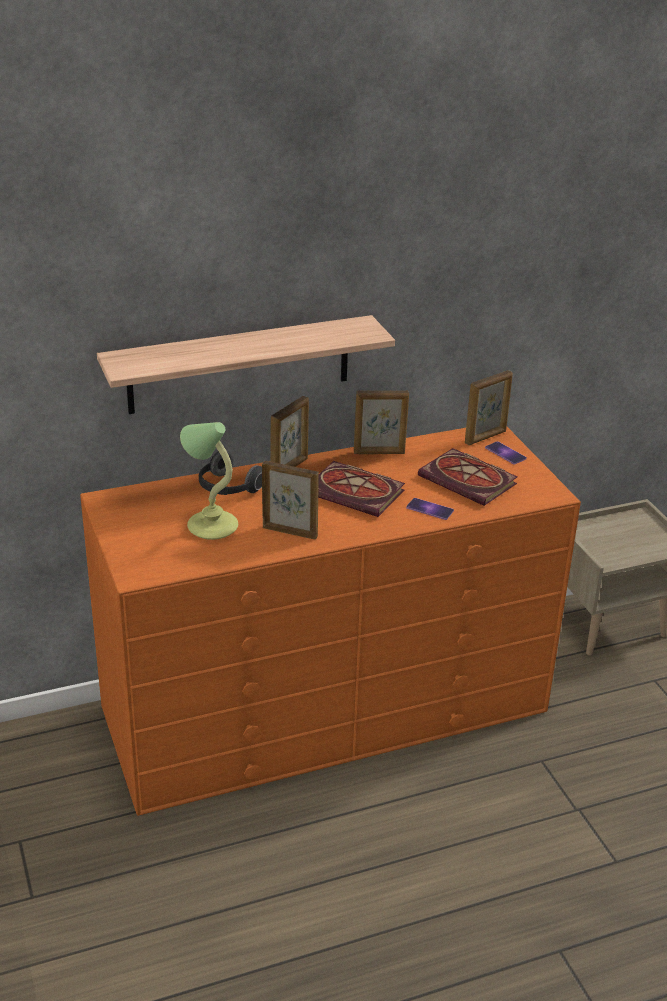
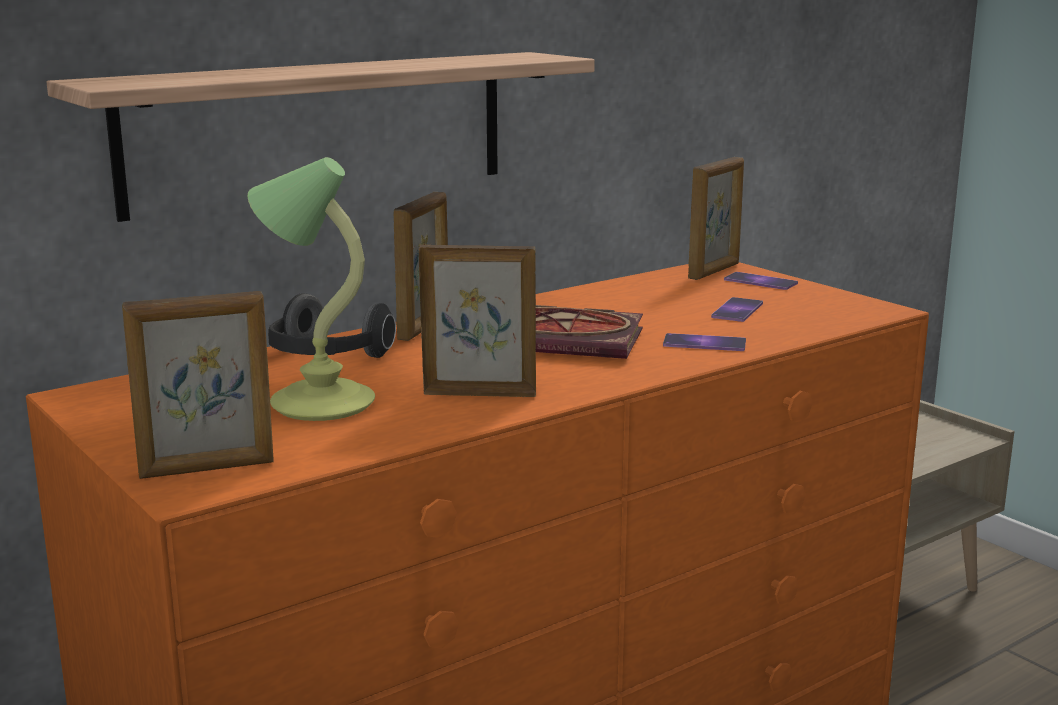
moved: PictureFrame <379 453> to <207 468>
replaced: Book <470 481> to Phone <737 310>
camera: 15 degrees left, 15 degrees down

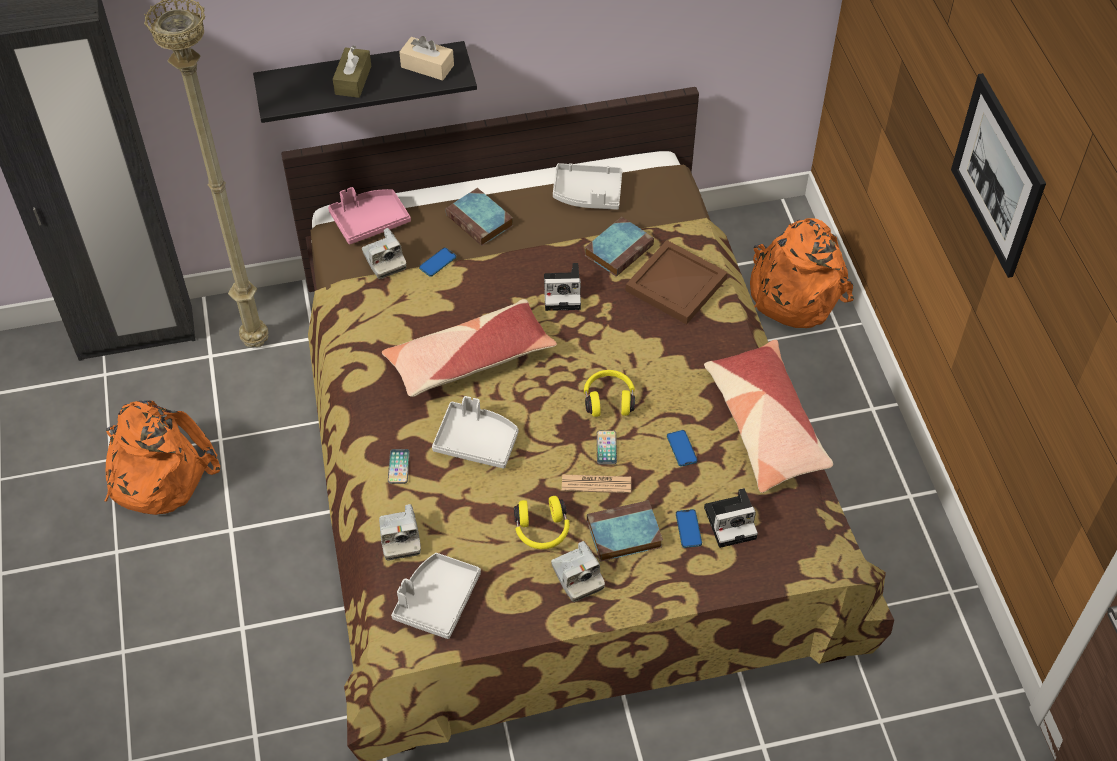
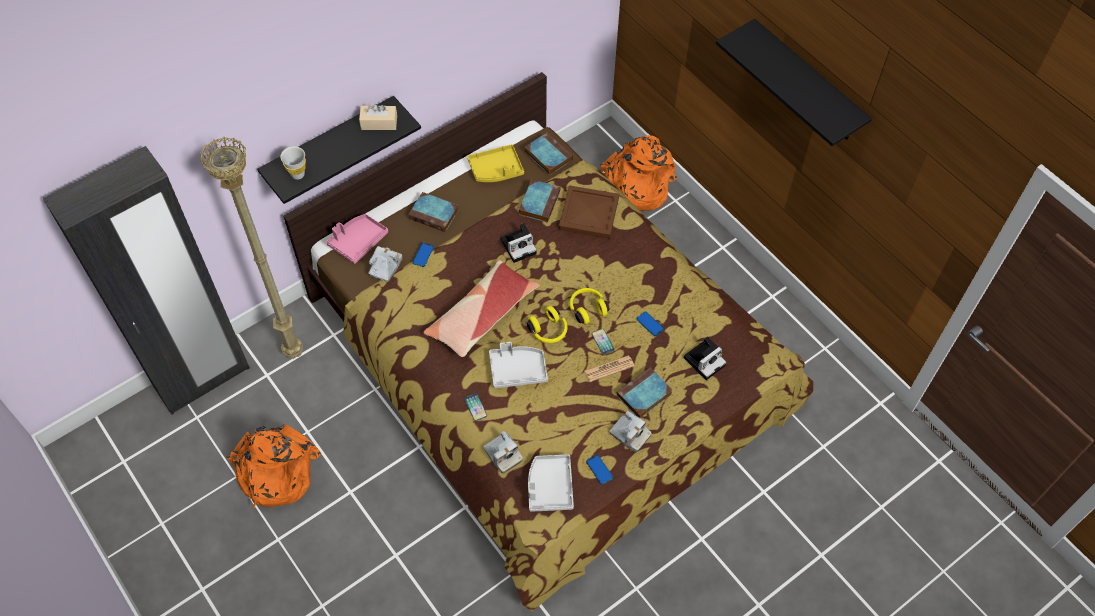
removed: BrownTissueBox <353 80>; Pillow <765 425>
added: WhiteCup <298 174>; Book <547 156>
moved: YellowHeadphones <542 531> to <548 331>; Phone <688 529> to <599 470>
replaced: Picture <997 175> to BlackShelf <807 83>
recoloured: GreyTray <587 194> to YellowTray <496 170>
turned: PhotoCamera <384 261> = <385 267> 105 degrees counterclockwise
camera: 25 degrees left, 5 degrees up

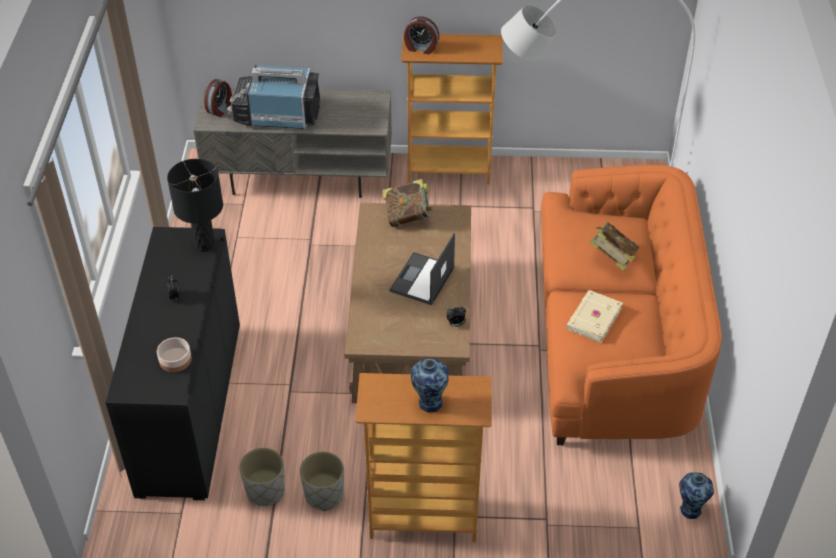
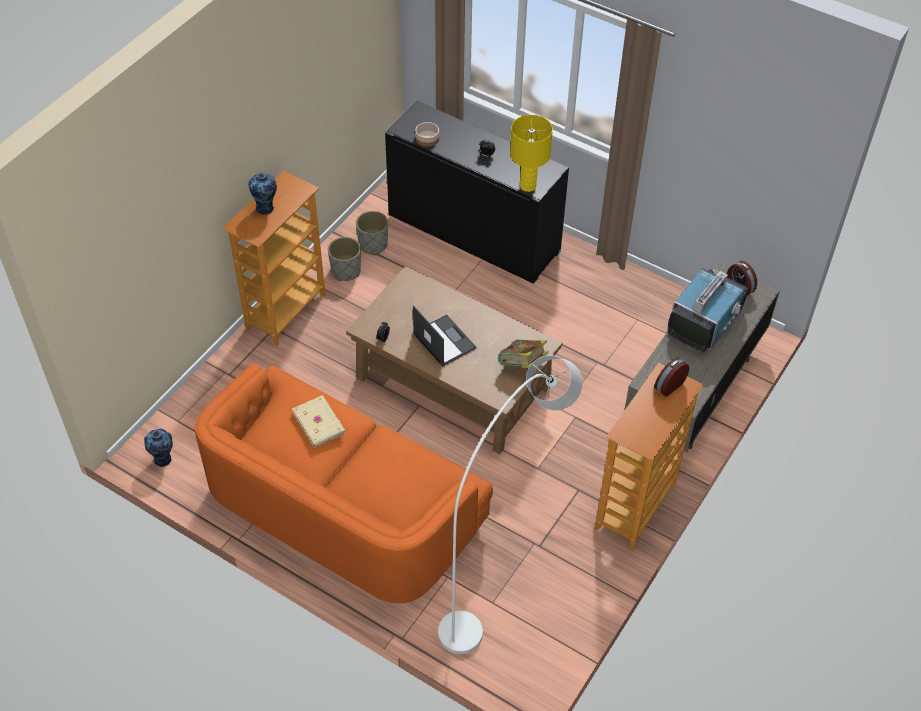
removed: Book <612 259>
recoloured: BlackTableLamp <205 245> to YellowTableLamp <527 186>
camera: 120 degrees right, 5 degrees up

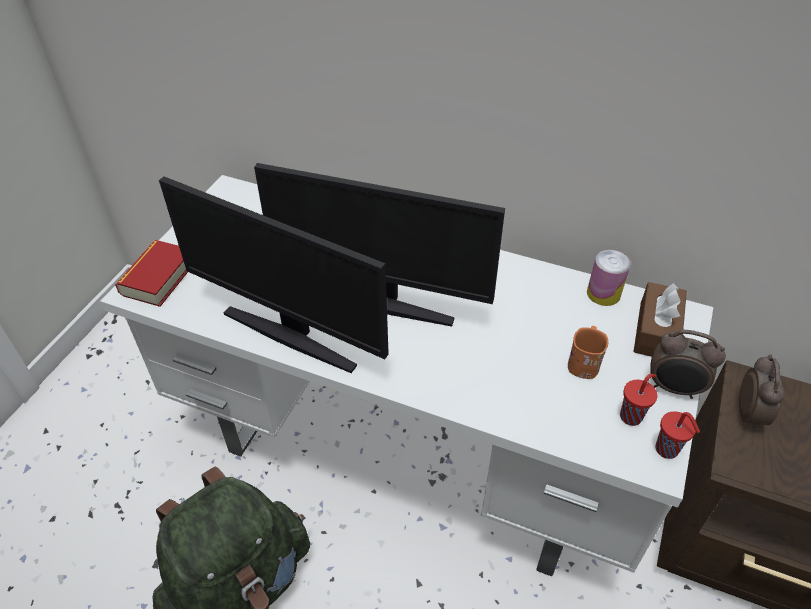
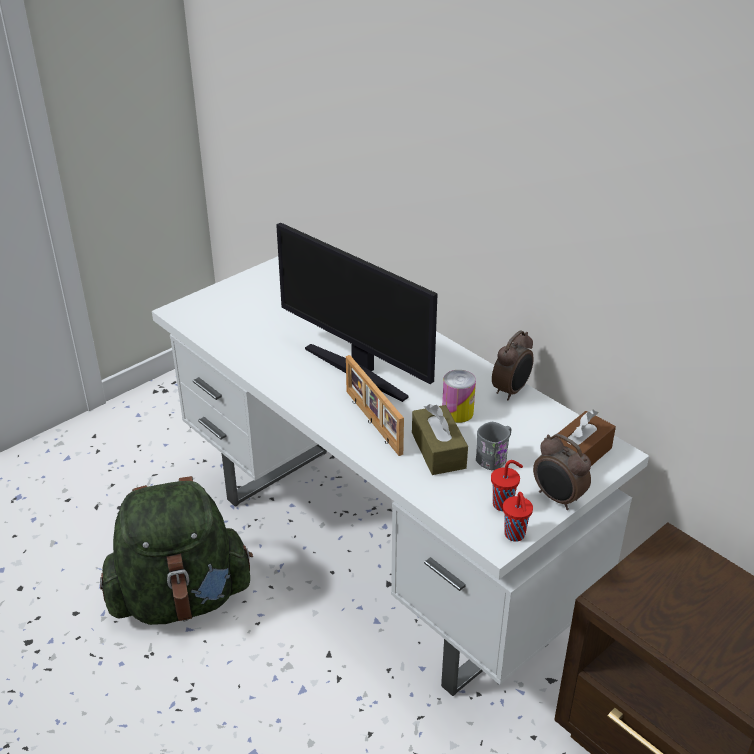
removed: Book <158 278>; Monitor <291 335>
added: PictureFrame <372 422>; BrownTissueBox <438 450>
moved: Can <603 293> to <457 412>; AlarmClock <750 414> to <511 391>
recoloured: OrangeMug <584 362> to GreyMug <494 457>
camera: 25 degrees right, 10 degrees down

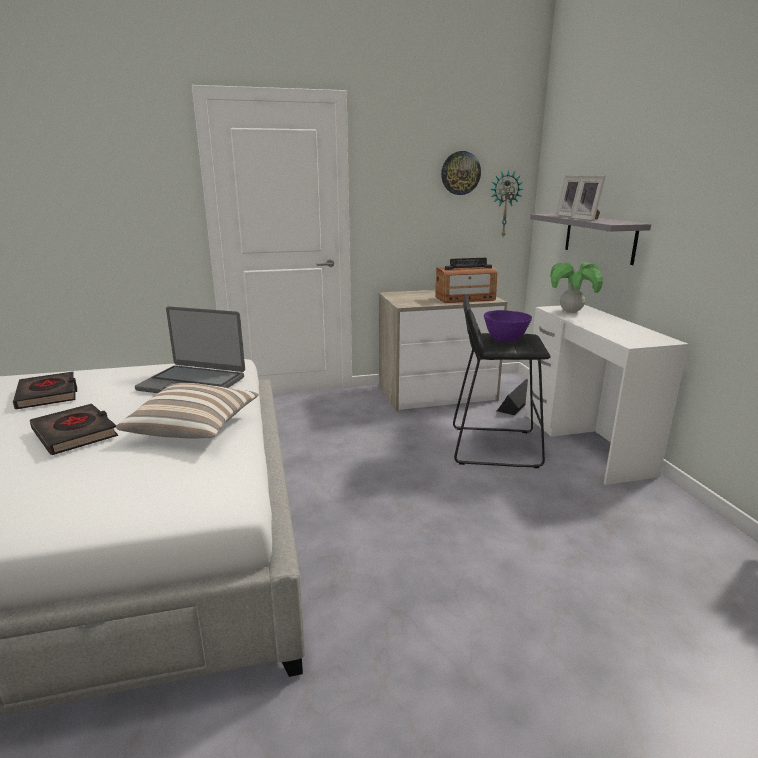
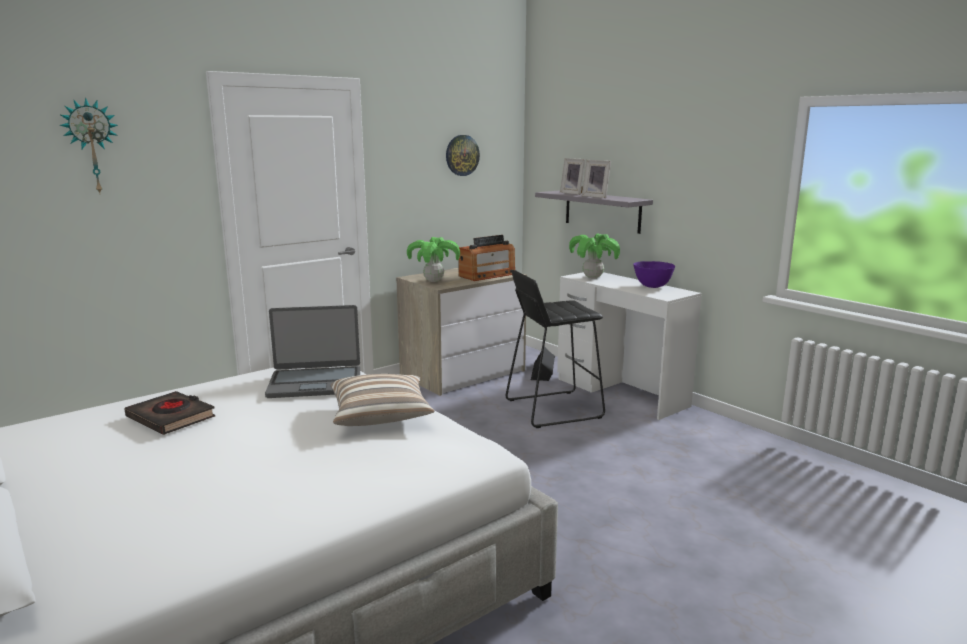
removed: BlackBook <75 434>
added: PottedPlant <433 281>
moved: PurpleBowl <505 340> to <652 286>; WallClock <504 204> to <92 146>
camera: 25 degrees left, 5 degrees down

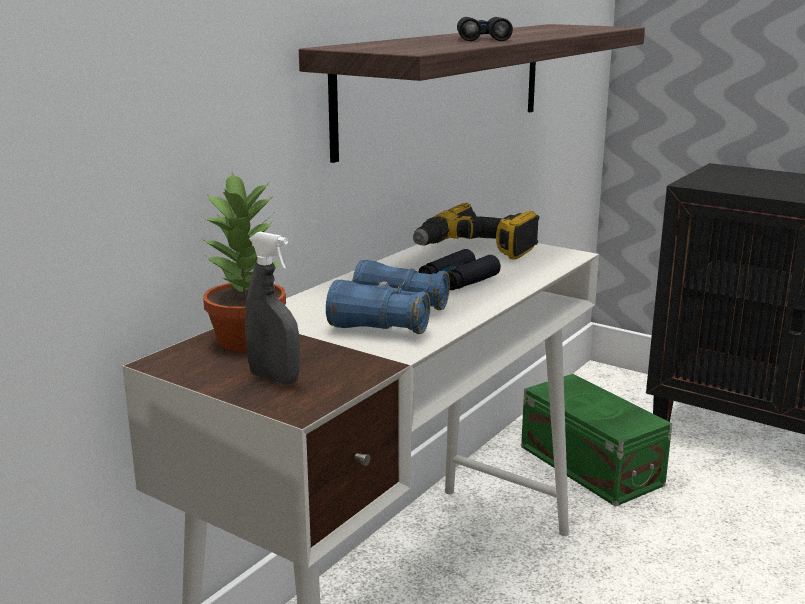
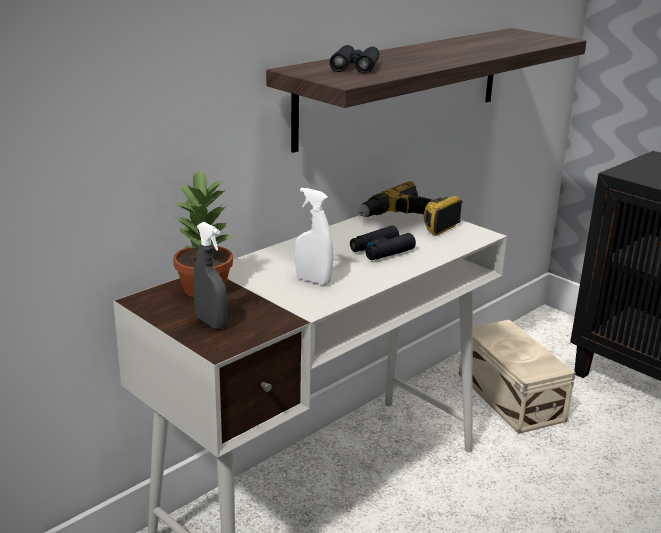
moved: BlackBinoculars <482 39> to <355 67>
replaced: BlueBinoculars <389 318> to WhiteSprayBottle <313 280>
recoloured: GreenStorageBox <590 467> to BeigeStorageBox <510 398>
camera: 10 degrees right, 5 degrees up

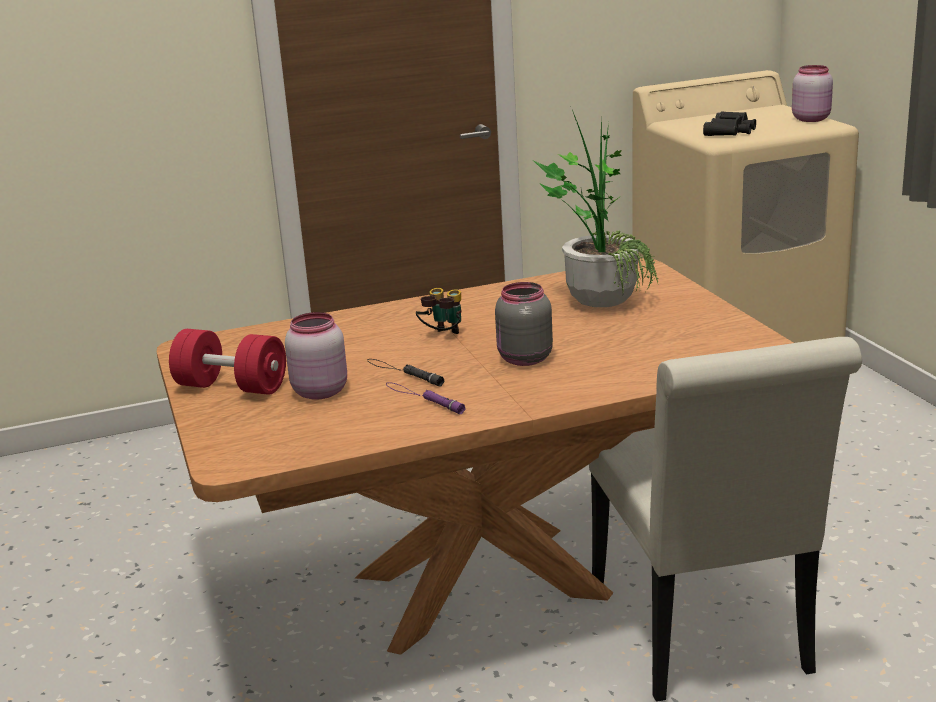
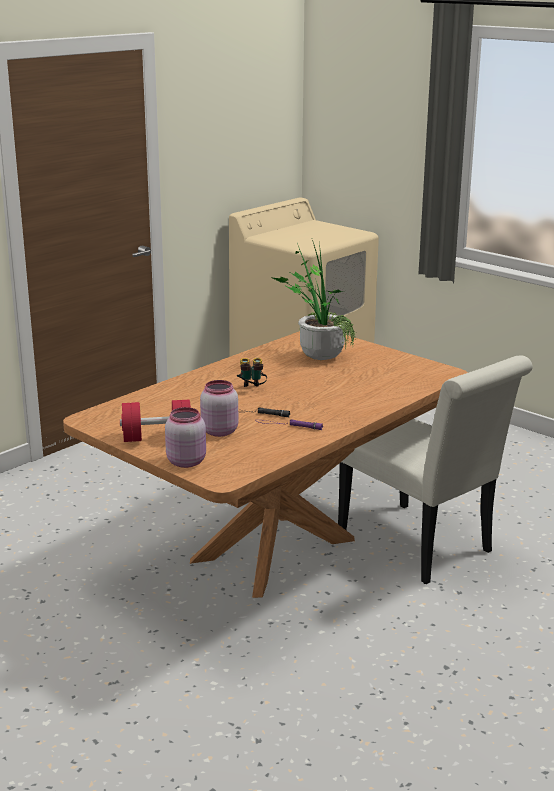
removed: GreyJar <523 359>; BlackBinoculars <730 131>
moved: PinkJar <811 119> to <186 461>
camera: 30 degrees left, 0 degrees up

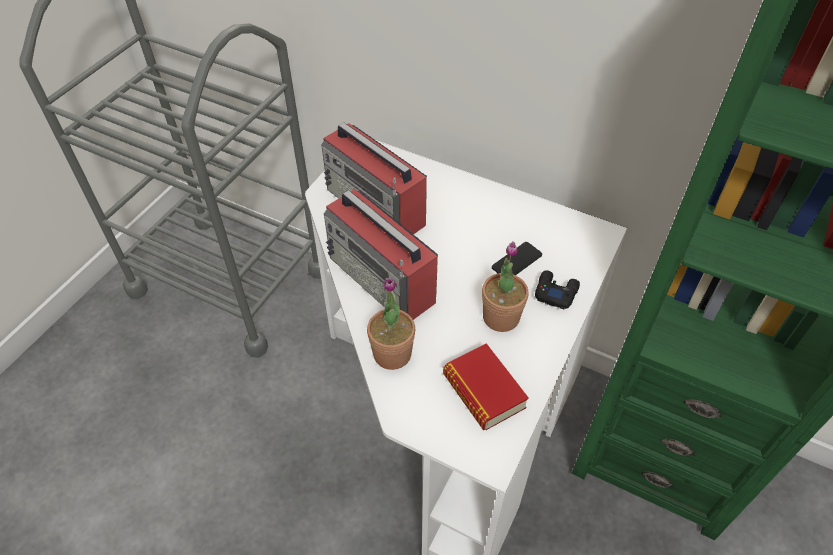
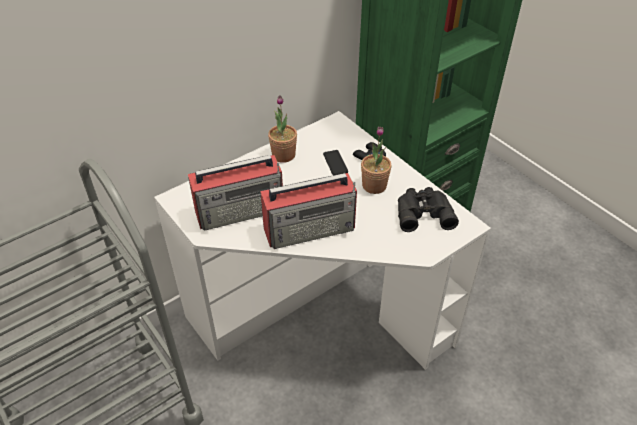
moved: PottedPlant <392 354> to <283 155>
replaced: Book <483 391> to BlackBinoculars <423 212>
camera: 65 degrees left, 5 degrees down

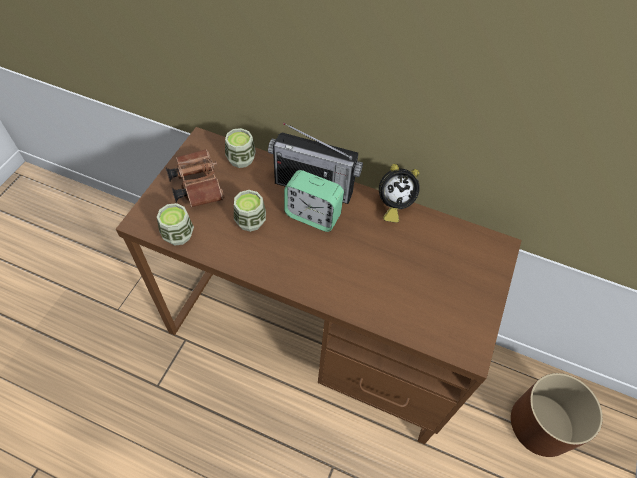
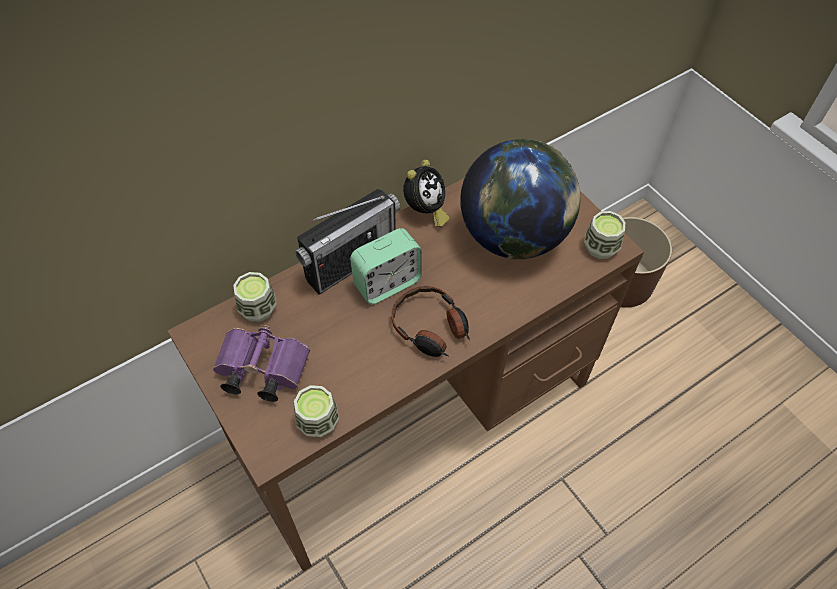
added: Headphones <430 328>; Globe <513 237>
moved: Cup <250 221> to <600 247>
recoloured: BrownBinoculars <197 185> to PurpleBinoculars <260 370>
camera: 55 degrees left, 0 degrees up

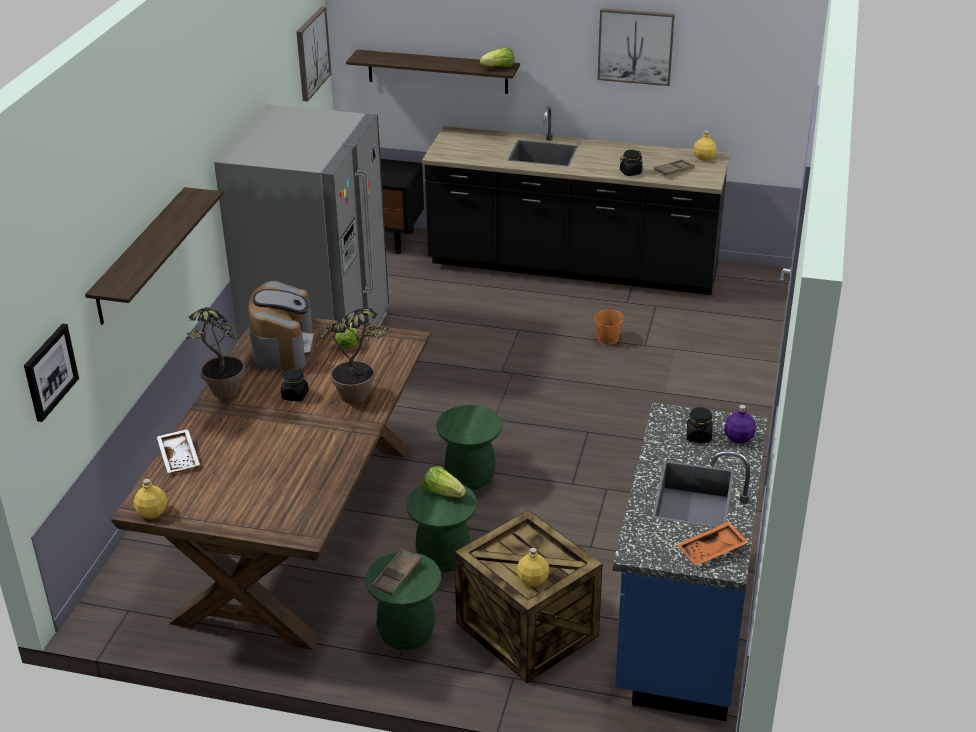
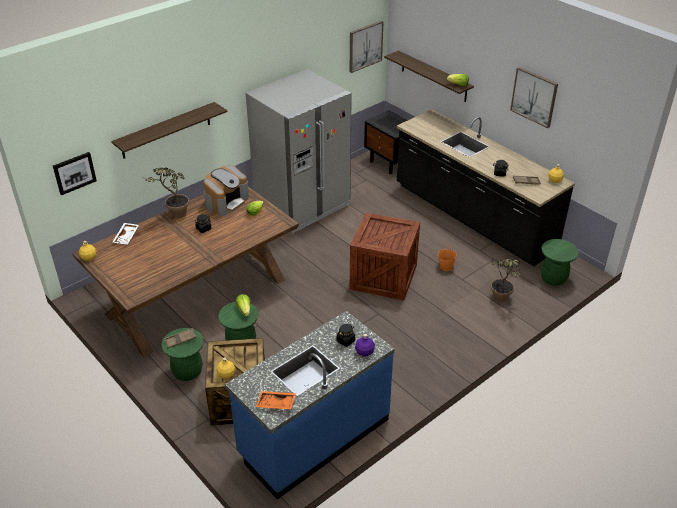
added: Crate <384 277>
moved: PottedPlant <360 400> to <502 300>; GreenStool <470 477> to <553 278>
camera: 35 degrees right, 5 degrees up

